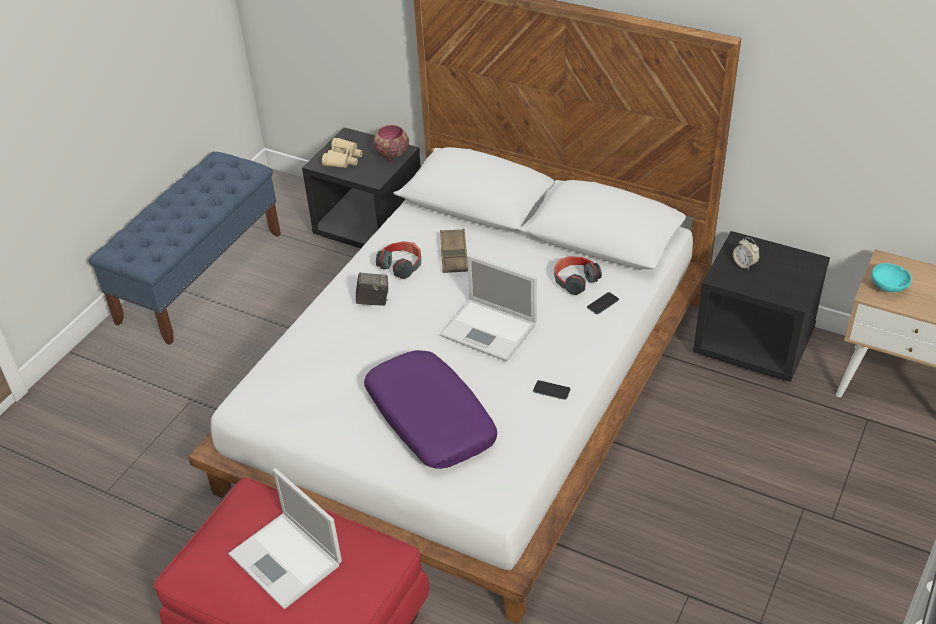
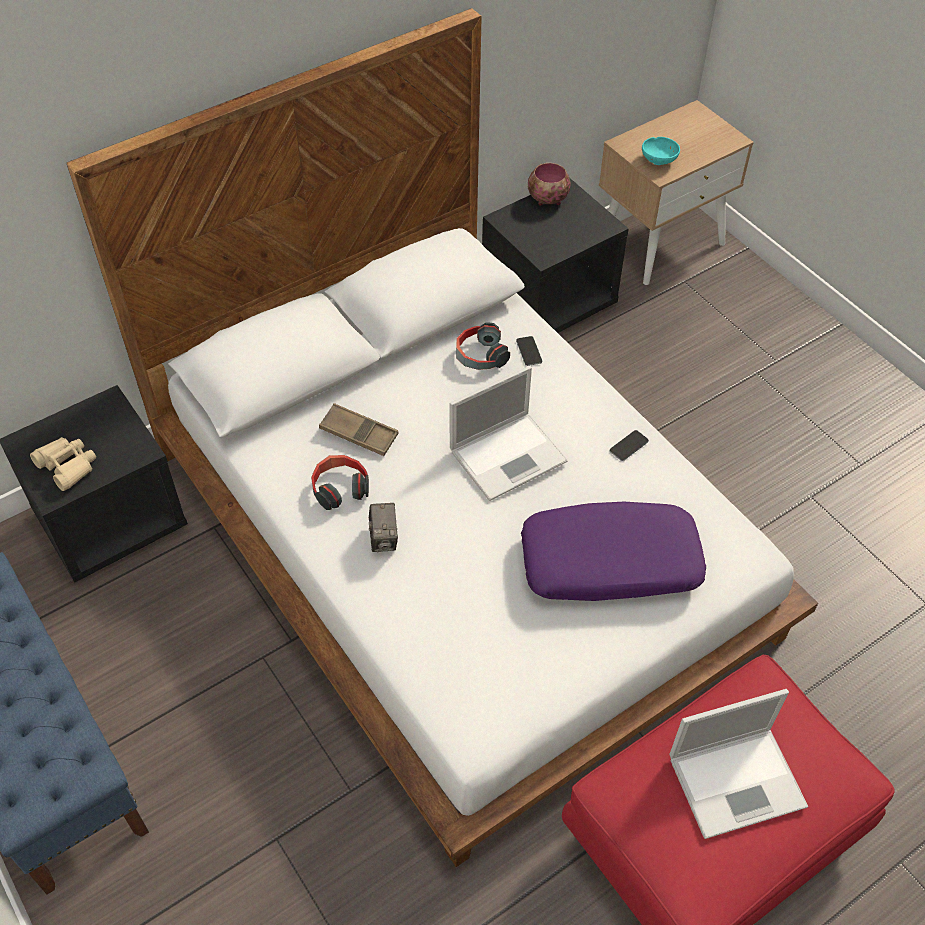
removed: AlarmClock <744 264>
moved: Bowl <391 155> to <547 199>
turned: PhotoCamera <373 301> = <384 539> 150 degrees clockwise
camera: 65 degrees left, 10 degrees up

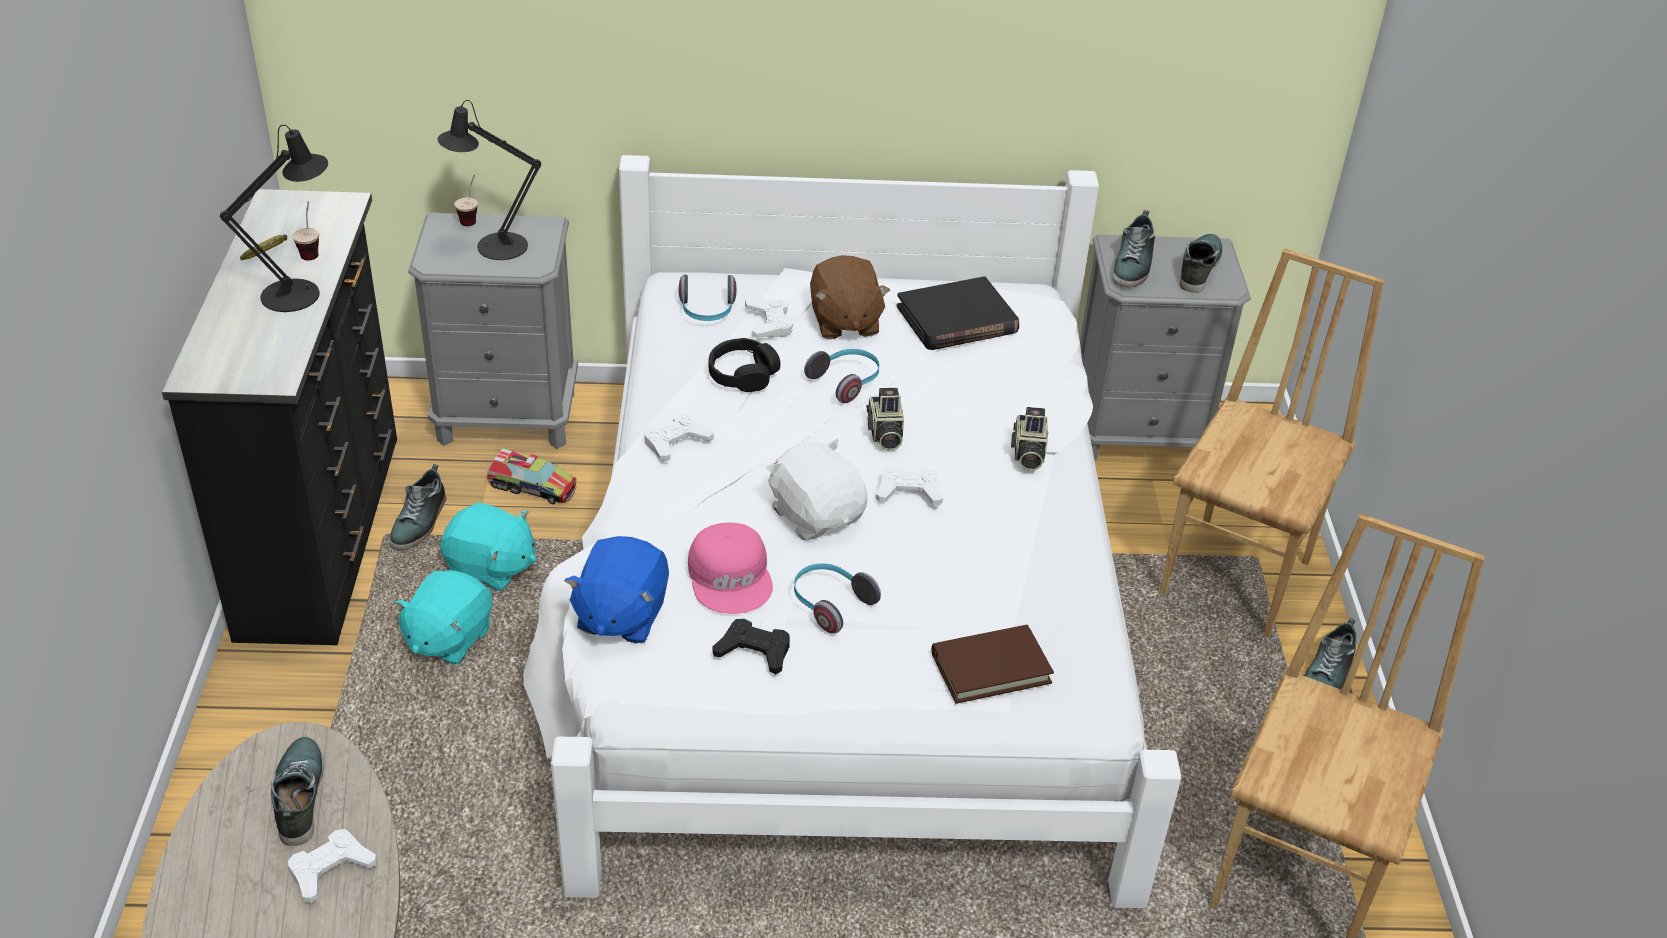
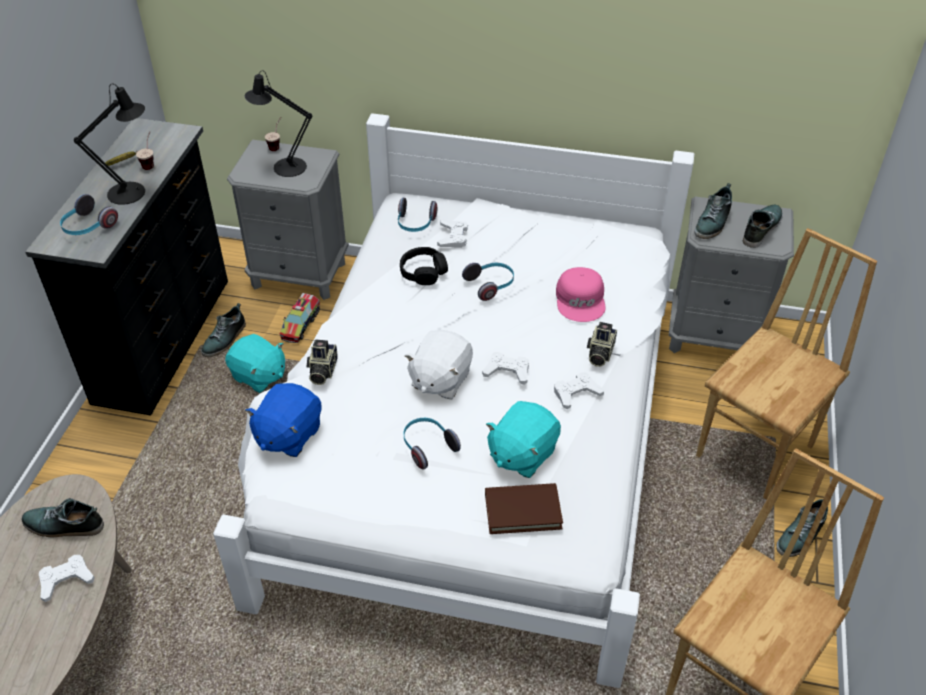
removed: BlackGameController <754 651>; BrownPlushToy <844 322>; BlackBook <957 320>
added: Headphones <88 227>
moved: TurquoisePlushToy <448 638> to <521 454>; WhiteGameController <676 442> to <576 393>; PinkCap <731 576> to <581 300>; PhotoCamera <884 434> to <322 371>
turned: Shoe <299 796> = <64 525> 90 degrees counterclockwise; ToyTruck <532 487> = <300 324> 75 degrees clockwise; WhitePlushToy <816 515> = <440 380> 135 degrees counterclockwise
camera: 15 degrees right, 5 degrees up

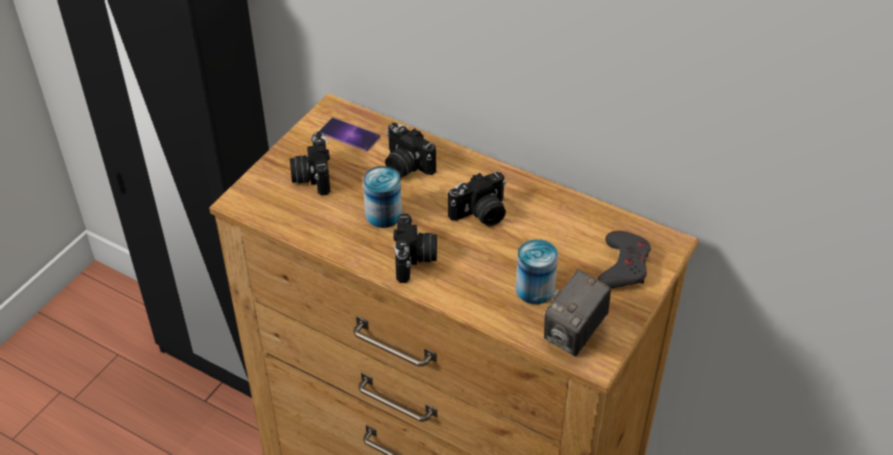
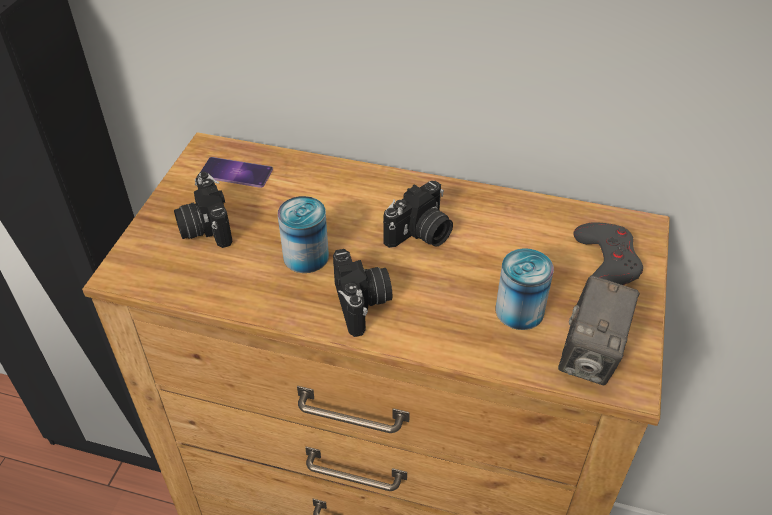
removed: PhotoCamera <405 166>
camera: 15 degrees left, 0 degrees up

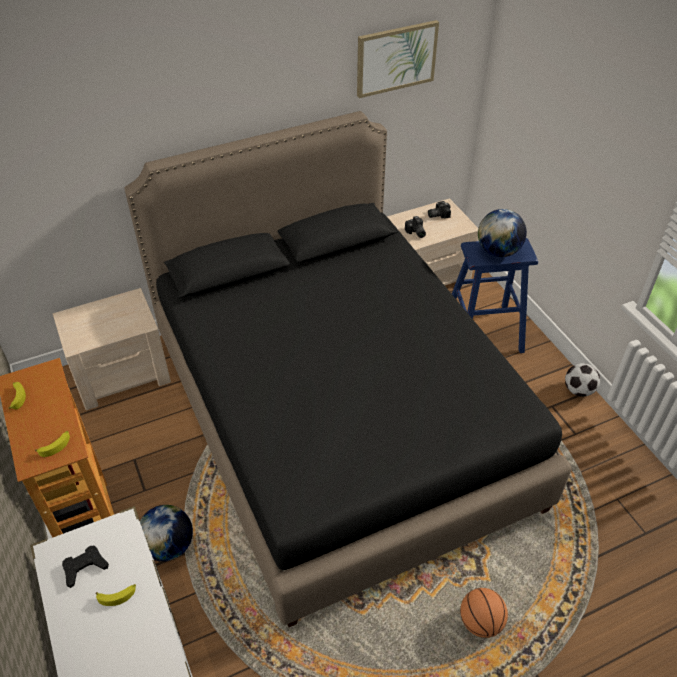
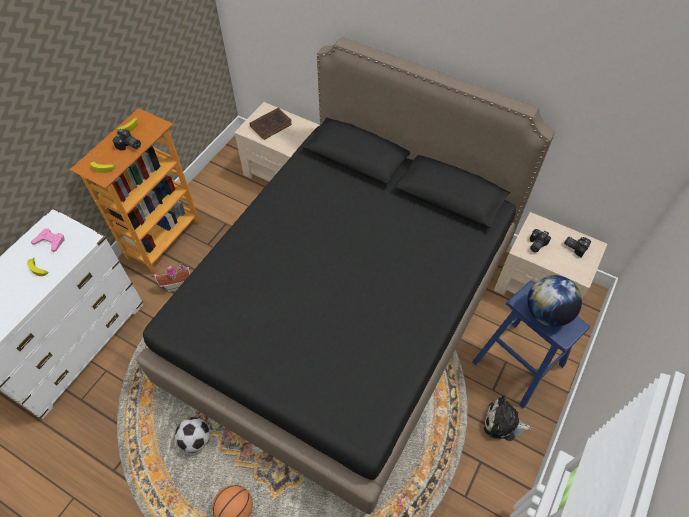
removed: Picture <396 58>
added: PhotoCamera <129 146>; BrownBook <272 125>; PlushToy <503 423>
moved: Football <578 390> to <196 440>
replaced: Globe <169 546> to ToyHouse <177 284>
recoloured: BlackGameController <84 567> to PinkGameController <50 241>
camera: 55 degrees right, 10 degrees up

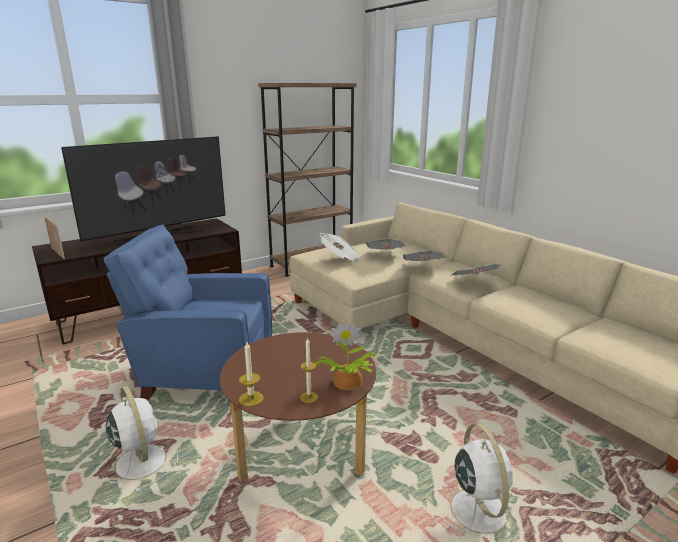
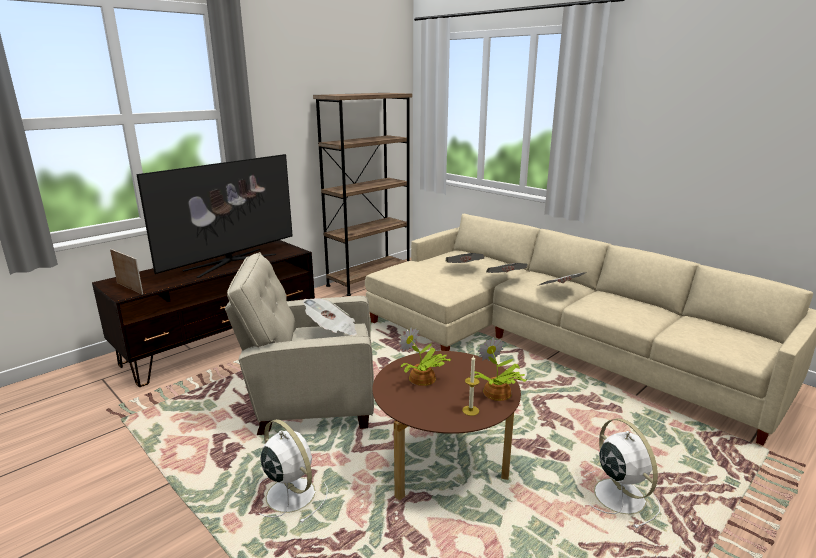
removed: Candle <251 398>
added: PottedPlant <422 379>
moved: Newspaper <340 258> to <332 330>
recoloured: BlueArmchair <204 373> to BeigeArmchair <311 402>
camera: 10 degrees left, 0 degrees up

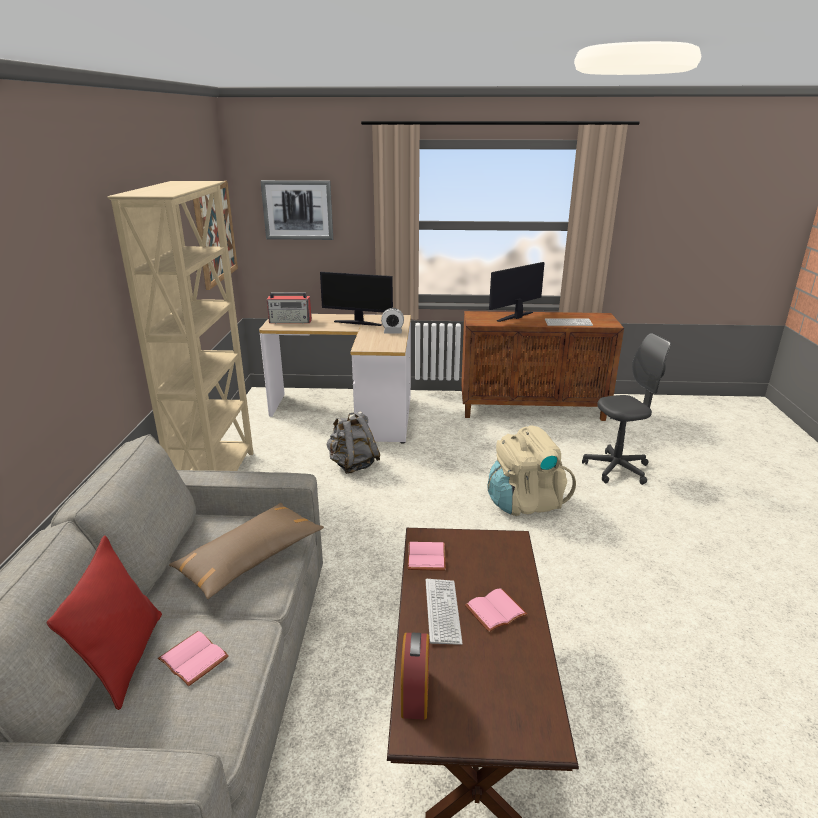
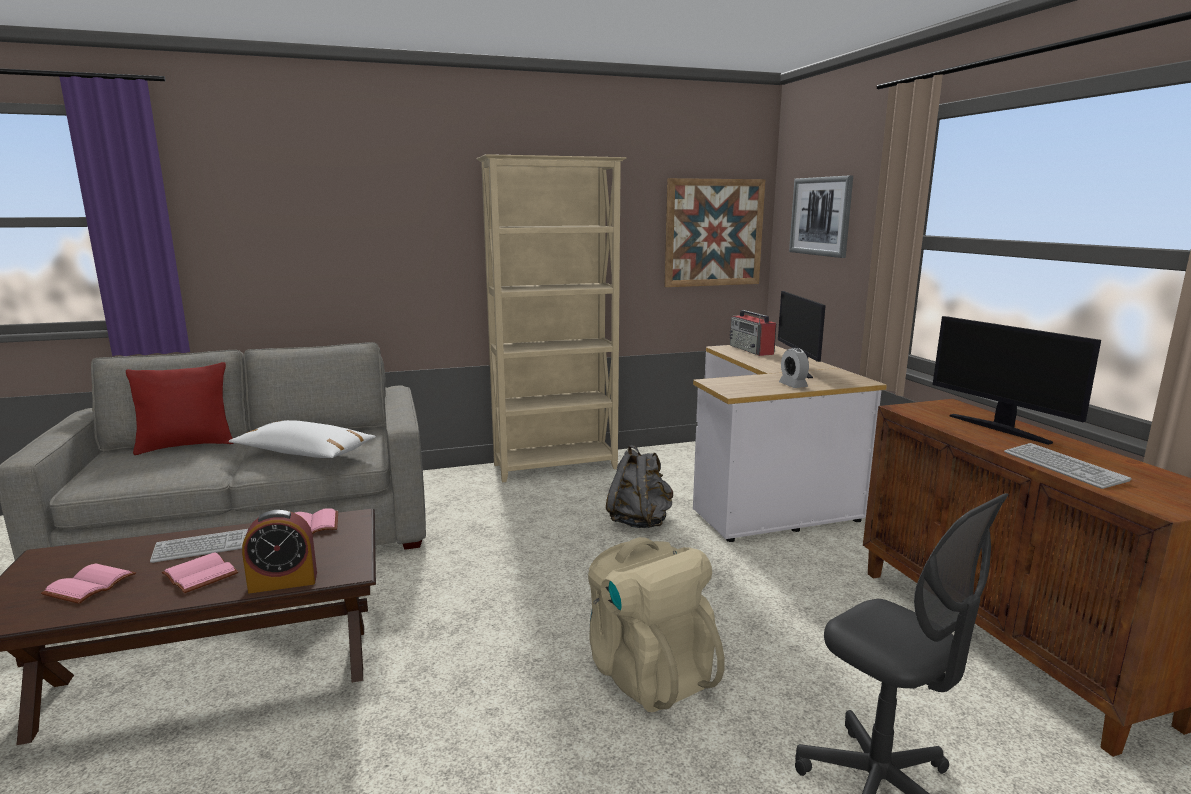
moved: PinkBook <195 658> to <90 586>; AlarmClock <415 693> to <283 582>
recoloured: BrownPillow <250 558> to WhitePillow <304 453>
turned: Monitor <516 317> = <1000 428> 150 degrees counterclockwise
camera: 70 degrees right, 10 degrees down

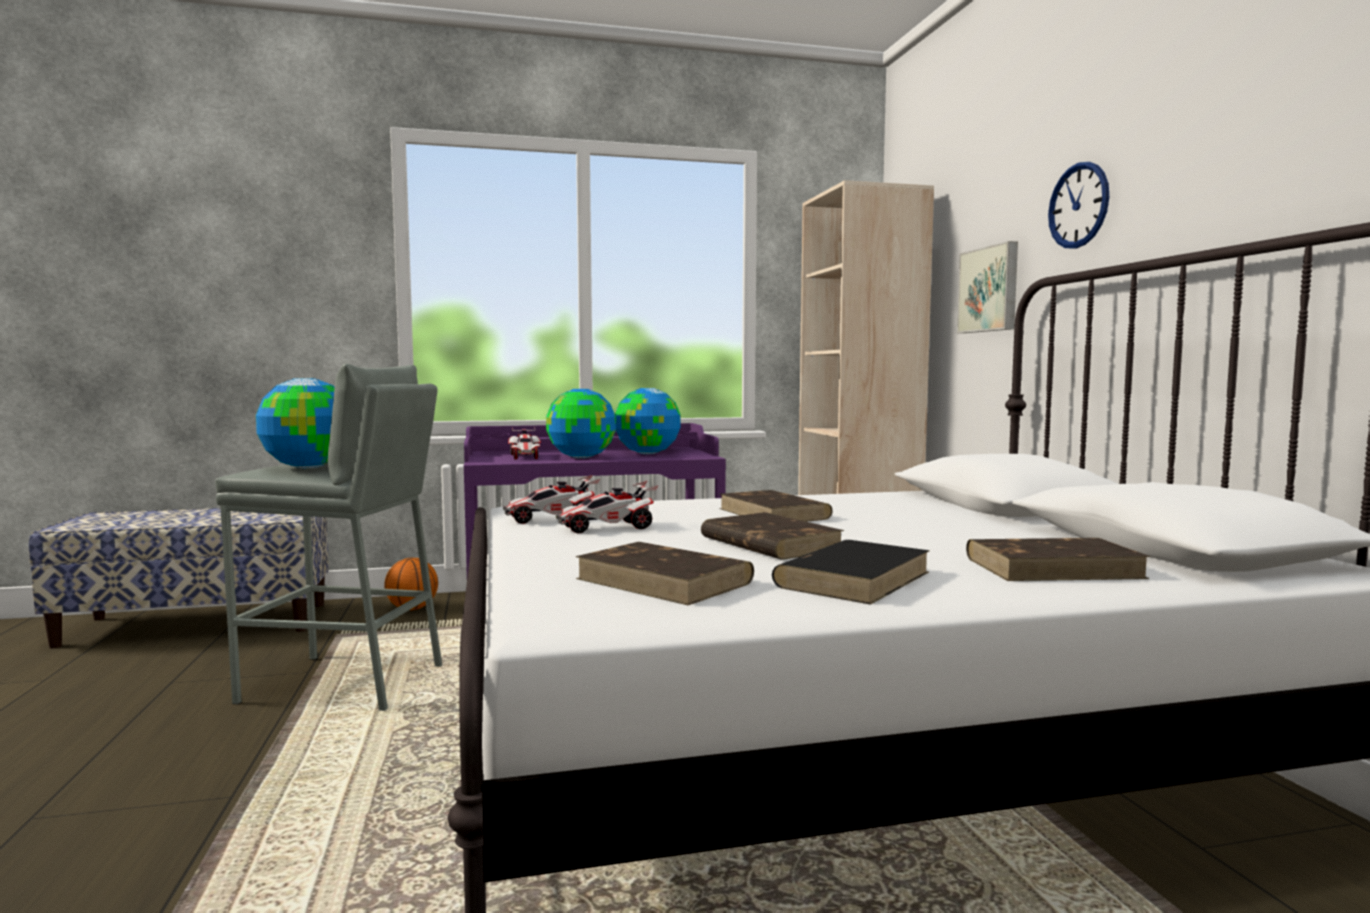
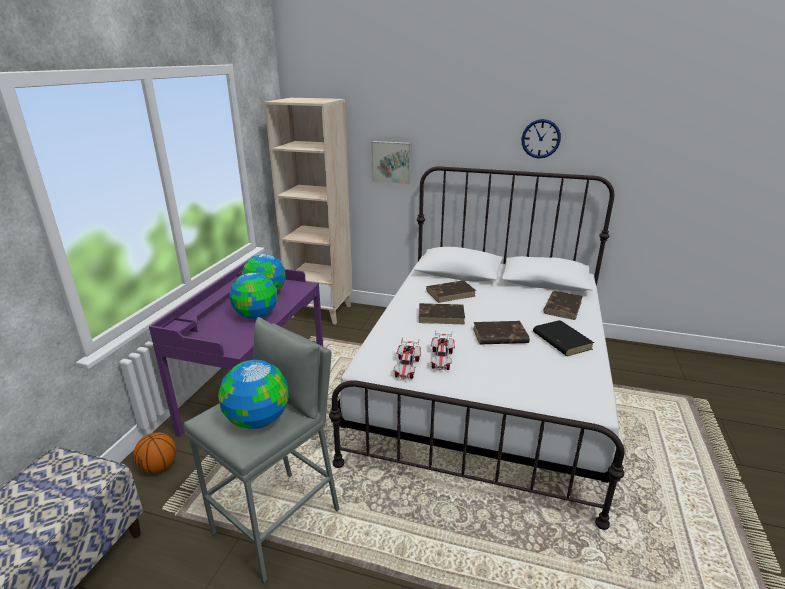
removed: ToyCar <525 457>
moved: BrownBook <665 581> to <451 293>; WallClock <1078 205> to <540 138>
camera: 60 degrees left, 20 degrees up

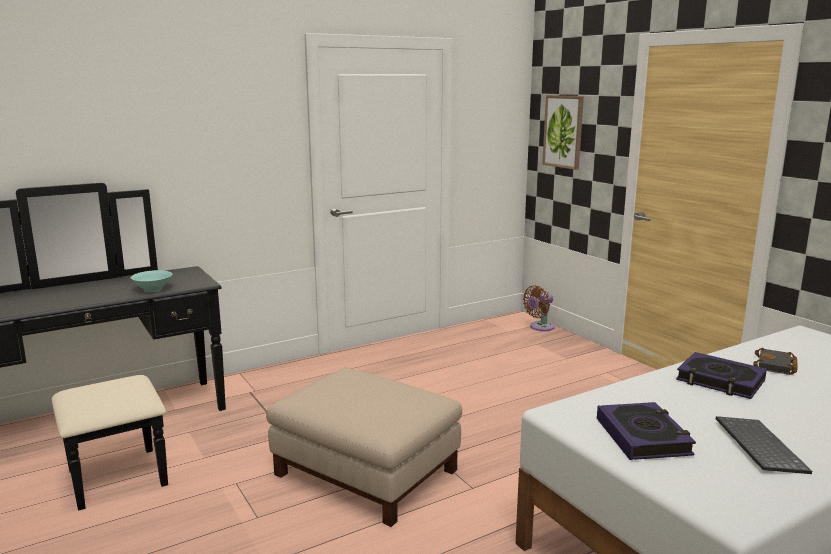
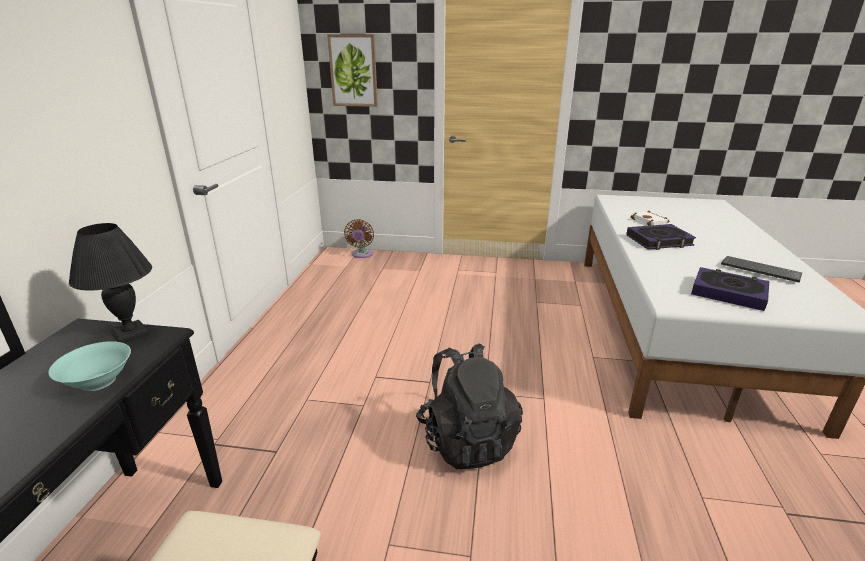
added: BlackTableLamp <131 333>
replaced: BeigeOttoman <367 472> to BlackBackpack <466 440>
recoloured: BlackBook <776 366> to WhiteBook <650 222>
camera: 50 degrees left, 10 degrees up

